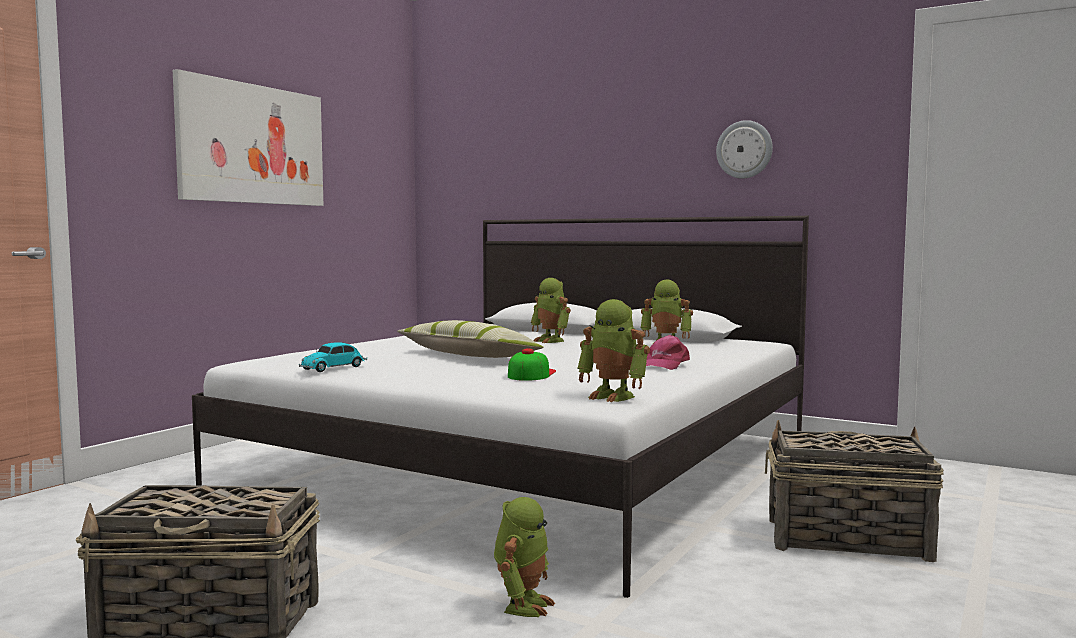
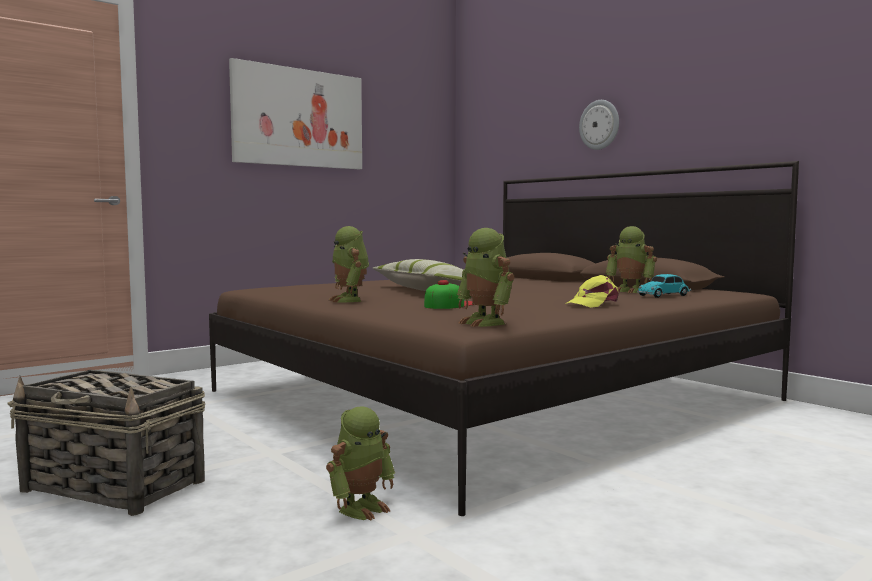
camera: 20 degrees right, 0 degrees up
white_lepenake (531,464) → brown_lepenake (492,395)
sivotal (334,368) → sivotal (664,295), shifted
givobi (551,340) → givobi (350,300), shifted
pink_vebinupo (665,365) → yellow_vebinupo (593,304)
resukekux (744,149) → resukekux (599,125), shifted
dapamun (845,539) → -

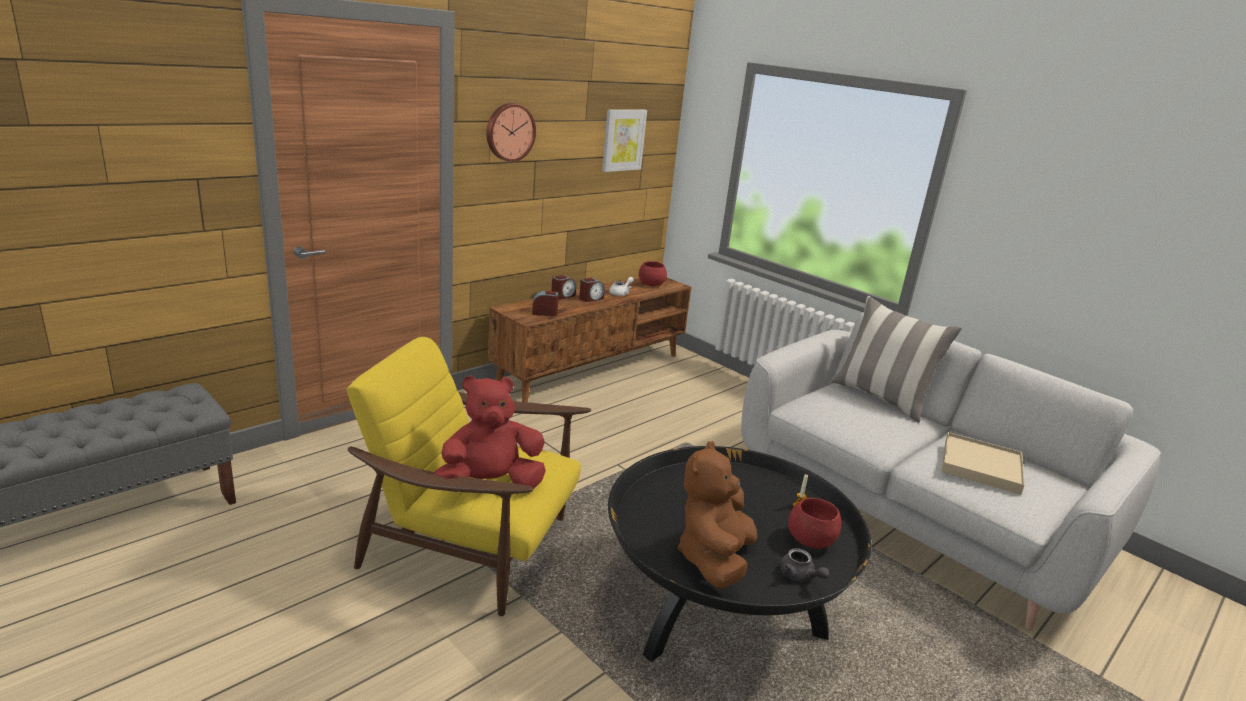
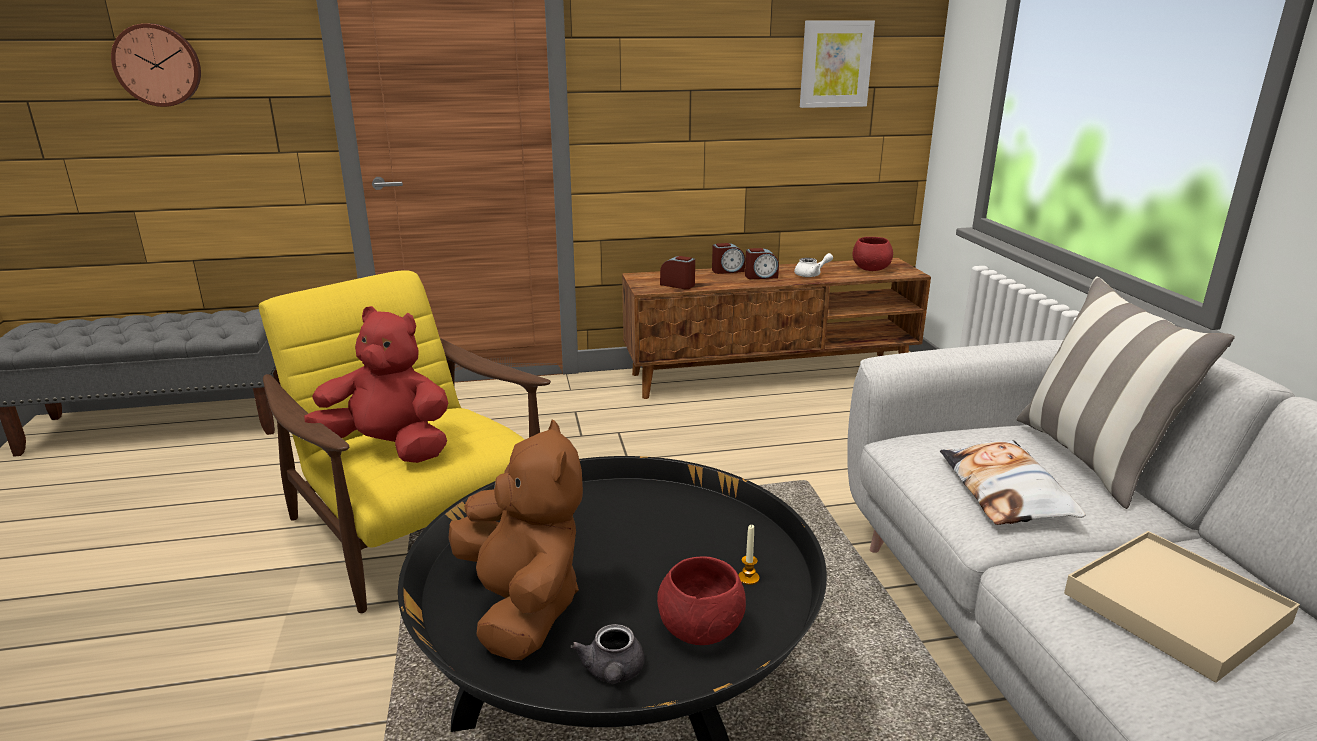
camera: 35 degrees right, 0 degrees up
resukekux (509,132) → resukekux (158,65), shifted
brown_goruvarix (714,559) → brown_goruvarix (522,607), 105 degrees clockwise
- → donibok (1005,492)

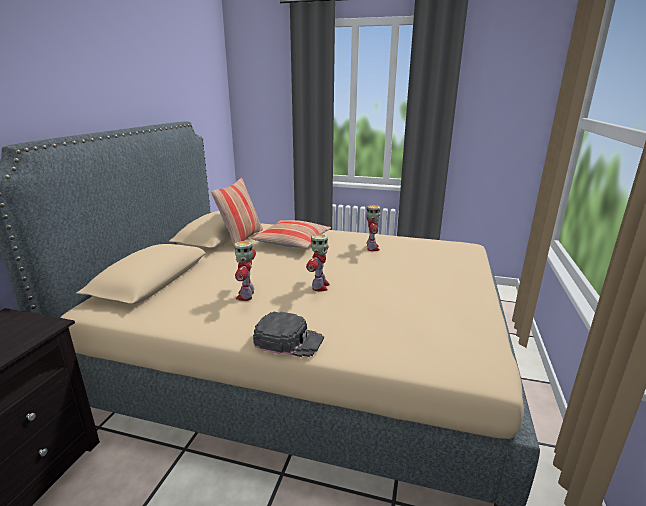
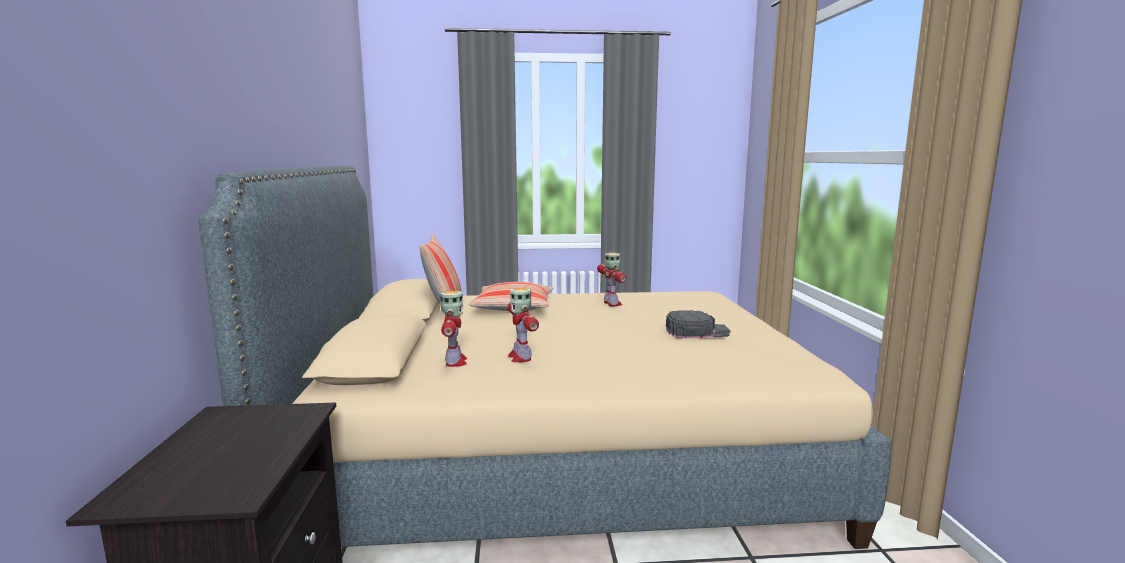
camera: 20 degrees left, 10 degrees down
black_vebinupo (289,340) → black_vebinupo (696,331), shifted
givobi (319,286) → givobi (455,362), shifted

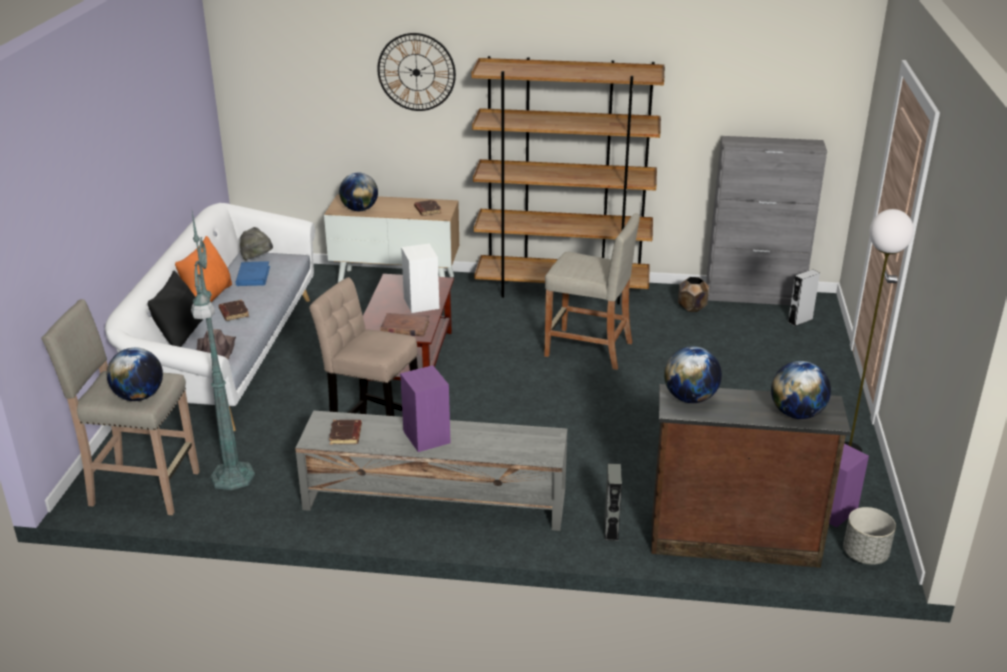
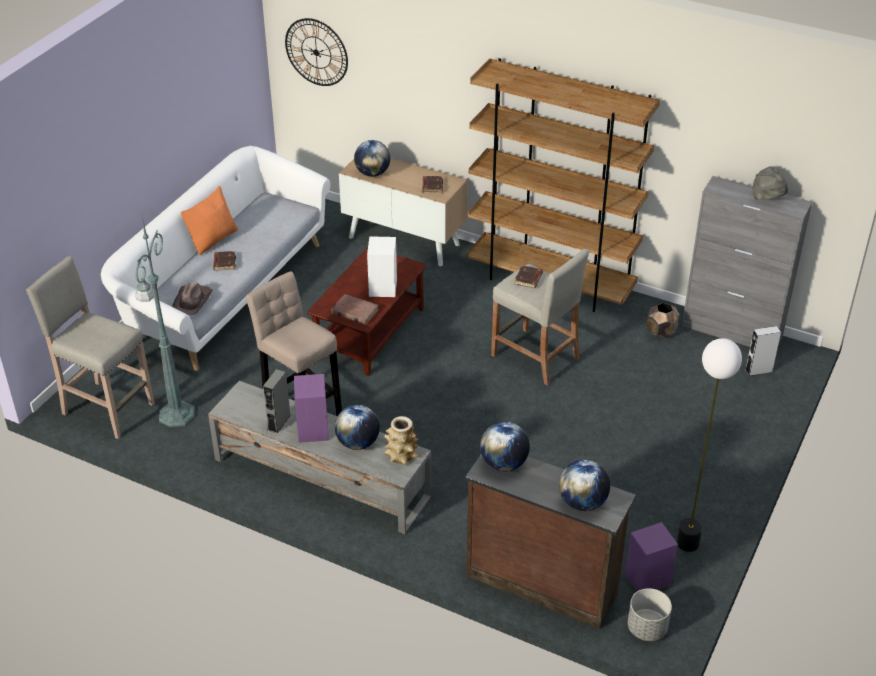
camera: 20 degrees right, 10 degrees up
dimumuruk (139,396) → dimumuruk (358,443), shifted
black_donibok (181,334) → -
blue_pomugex (253,276) → -
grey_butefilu (257,259) → grey_butefilu (767,199), shifted
brown_pomugex (346,435) → brown_pomugex (528,279), shifted
resukekux (416,72) → resukekux (316,52), shifted
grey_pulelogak (611,529) → grey_pulelogak (279,422), shifted
- → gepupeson (401,455)

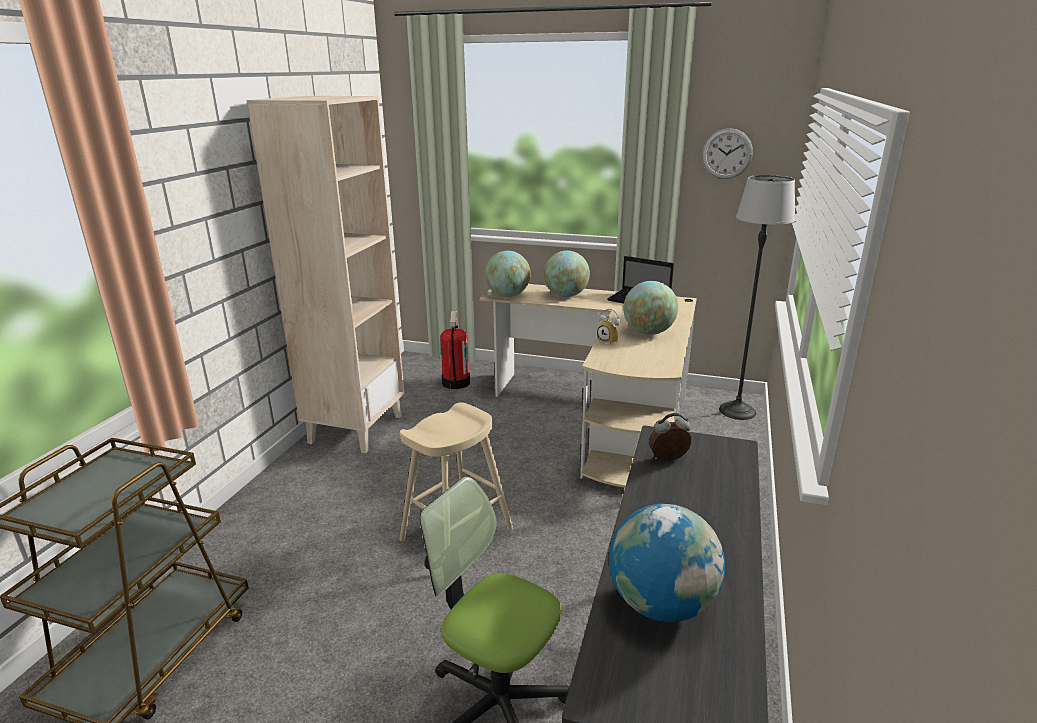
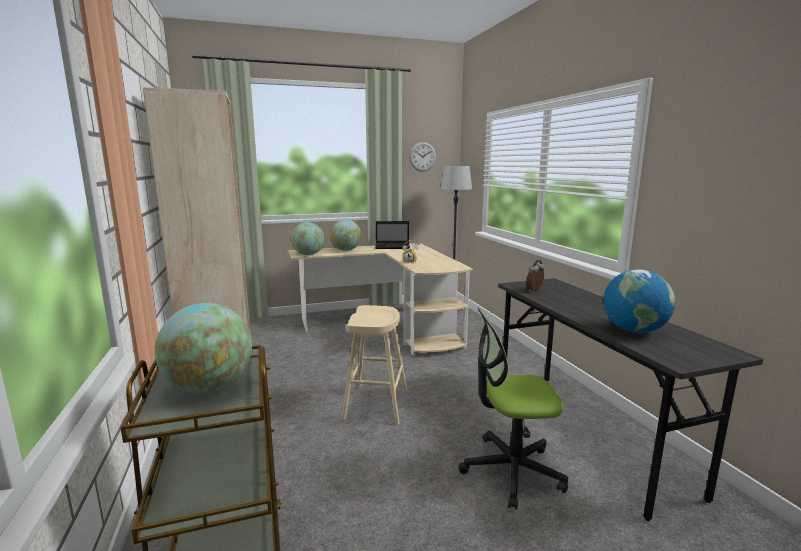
camera: 35 degrees left, 10 degrees down
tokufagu (455,382) → -
dimumuruk (648,332) → dimumuruk (209,387), shifted

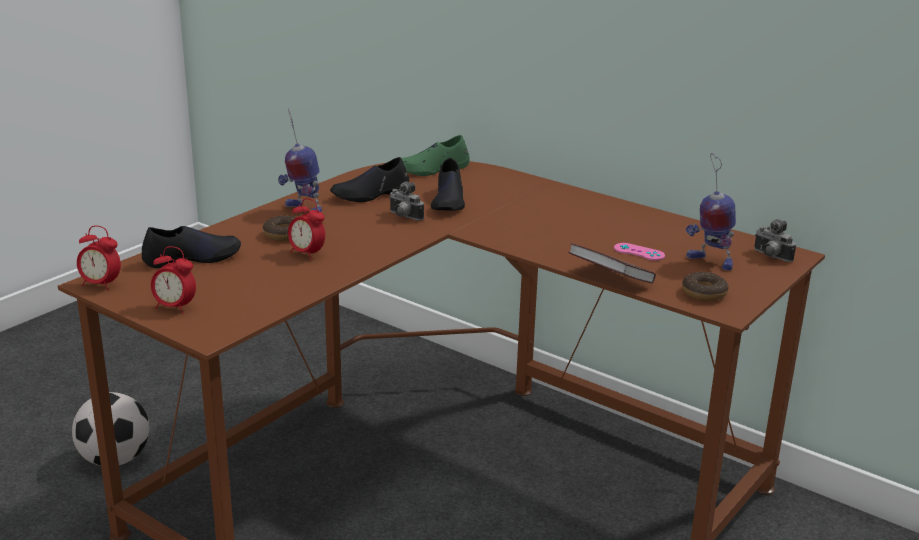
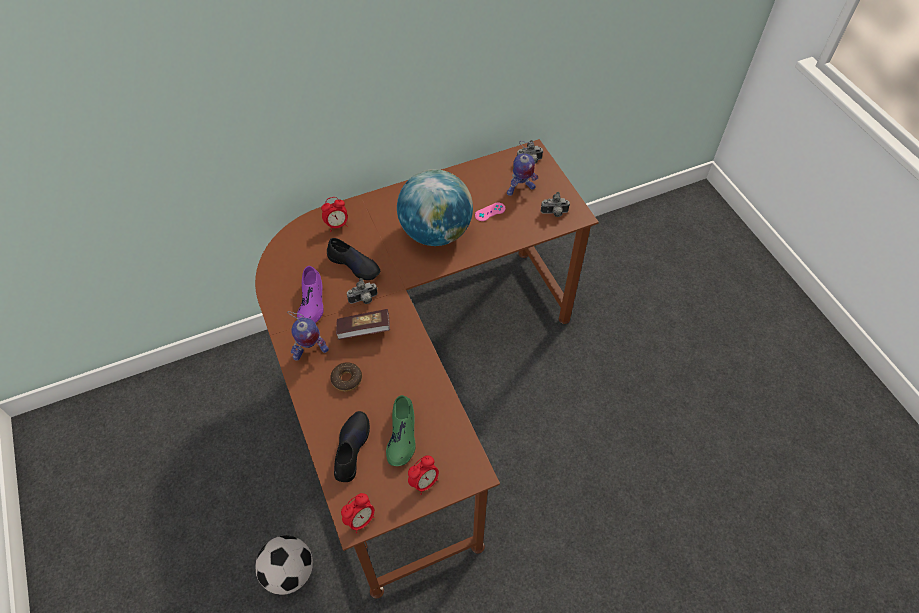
camera: 60 degrees left, 30 degrees up
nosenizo (307,254) → nosenizo (337,225), shifted
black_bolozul (370,194) → purple_bolozul (311,302)
green_bolozul (432,169) → green_bolozul (402,435), shifted
pomugex (610,279) → pomugex (364,330), shifted
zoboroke (704,293) → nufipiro (554,213)
- → dimumuruk (436,232)

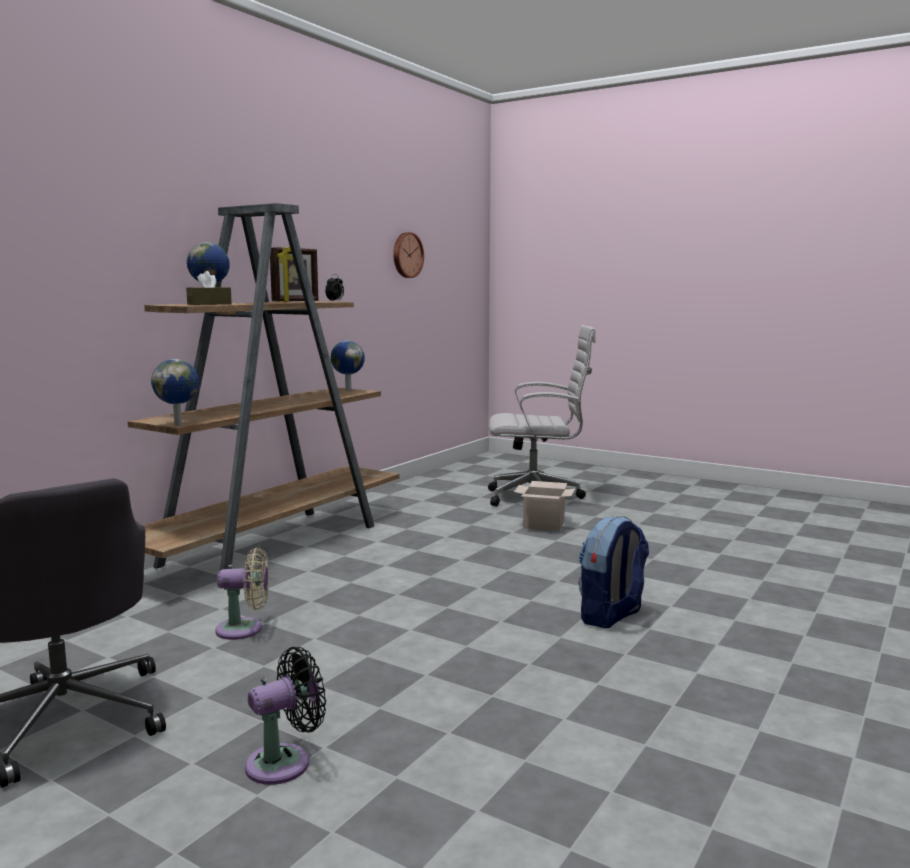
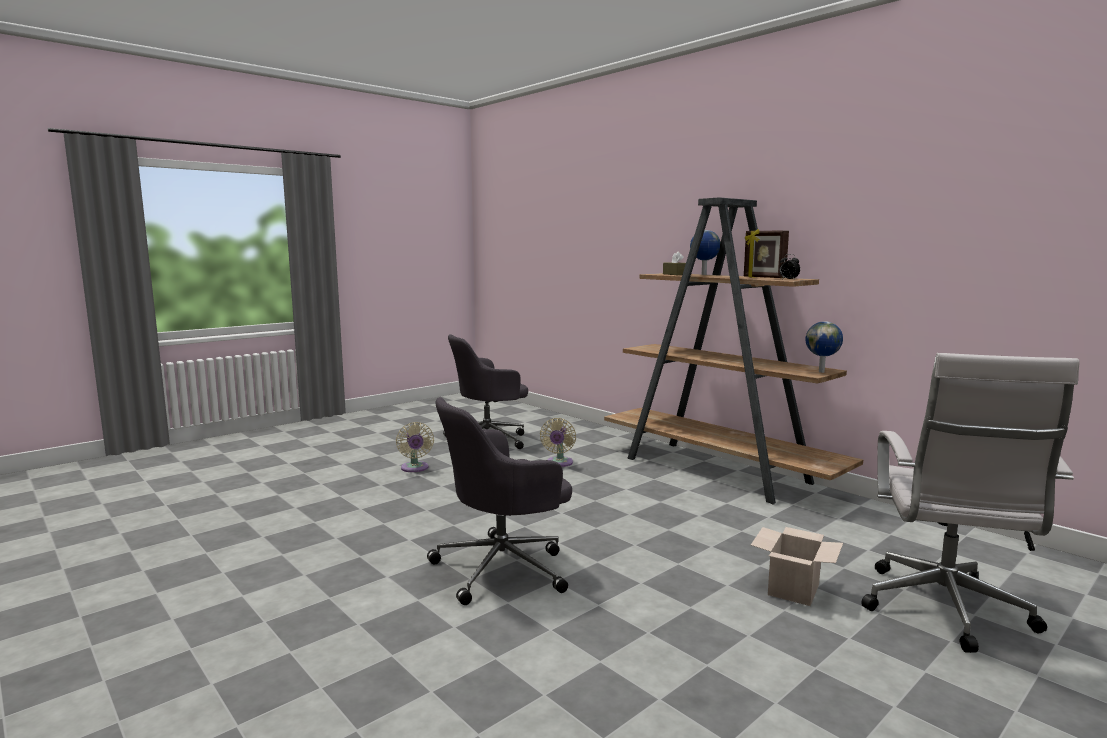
camera: 105 degrees right, 0 degrees up
dimumuruk (179,424) → -
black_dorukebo (285,762) → beige_dorukebo (415,468)
resukekux (406,255) → -
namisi (611,616) → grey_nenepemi (504,568)

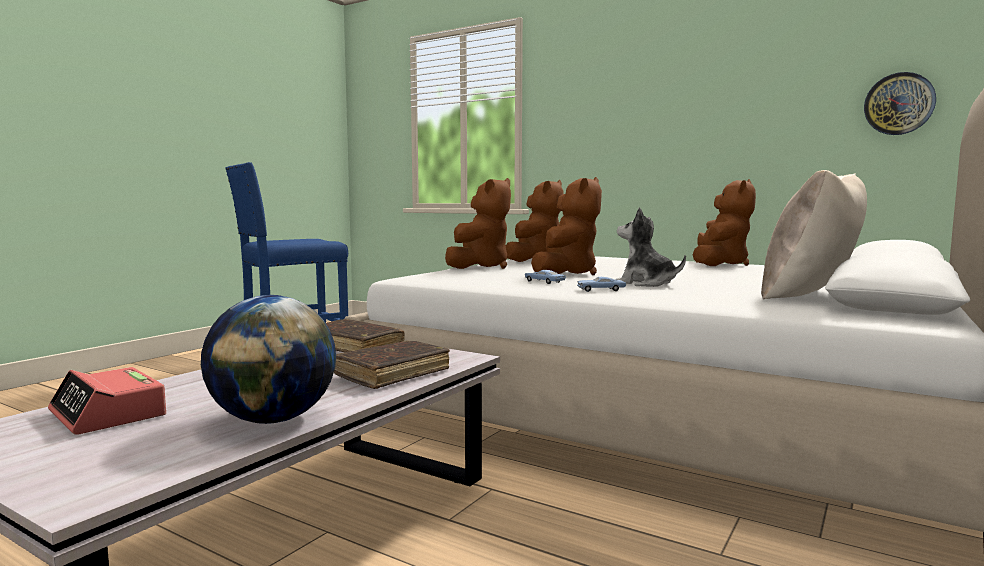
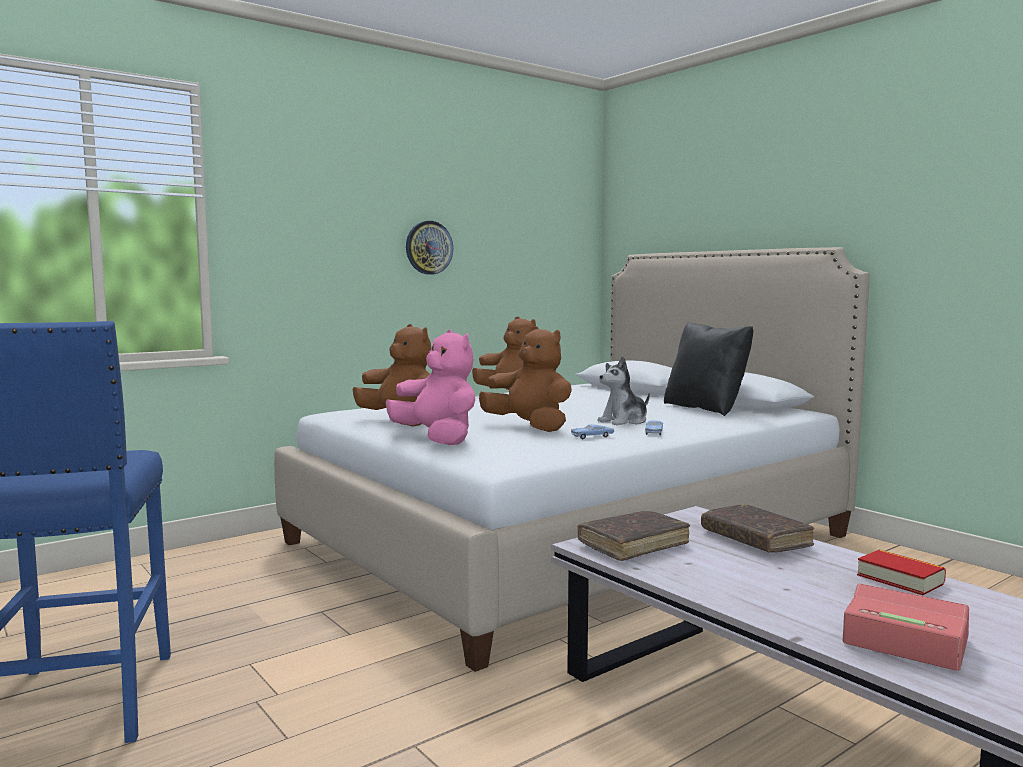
camera: 70 degrees left, 0 degrees up
nosenizo (108,414) → nosenizo (904,641), 120 degrees counterclockwise
dimumuruk (273,419) → pomugex (900,579)
brown_goruvarix (480,267) → pink_goruvarix (437,439)
beige_donibok (811,295) → black_donibok (706,408)
resukekux (899,104) → resukekux (428,247), shifted

